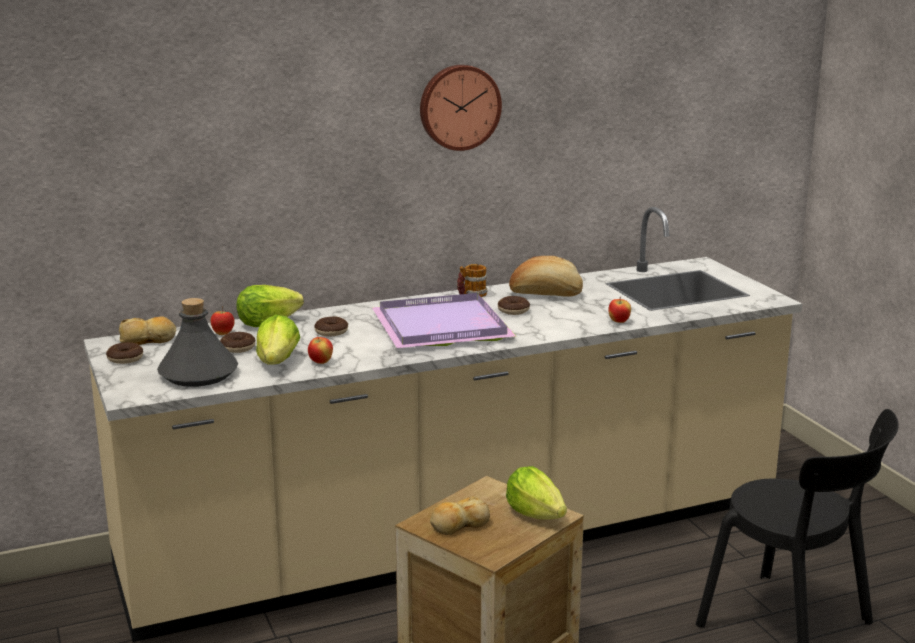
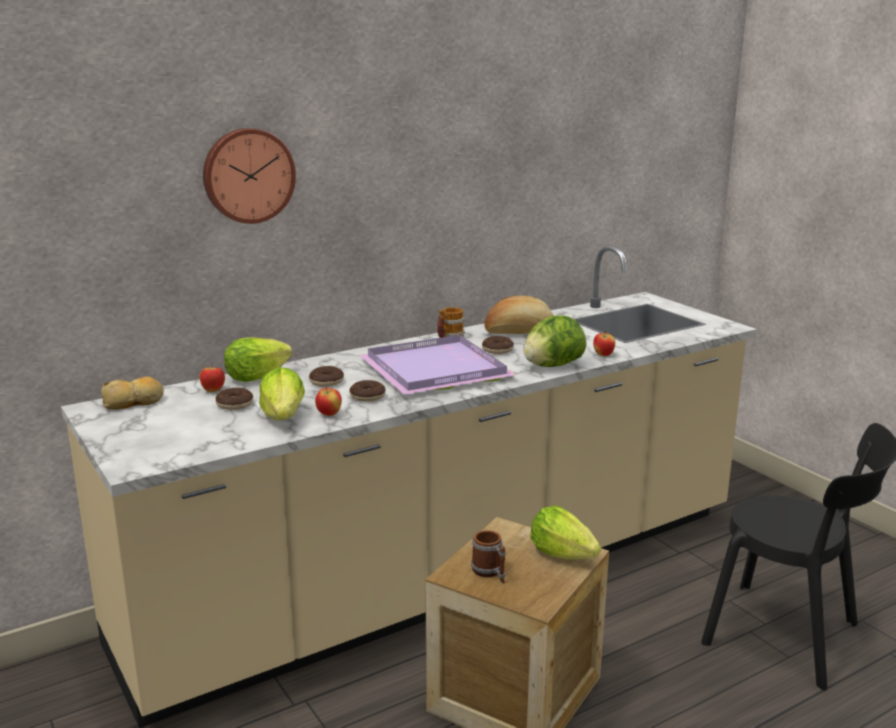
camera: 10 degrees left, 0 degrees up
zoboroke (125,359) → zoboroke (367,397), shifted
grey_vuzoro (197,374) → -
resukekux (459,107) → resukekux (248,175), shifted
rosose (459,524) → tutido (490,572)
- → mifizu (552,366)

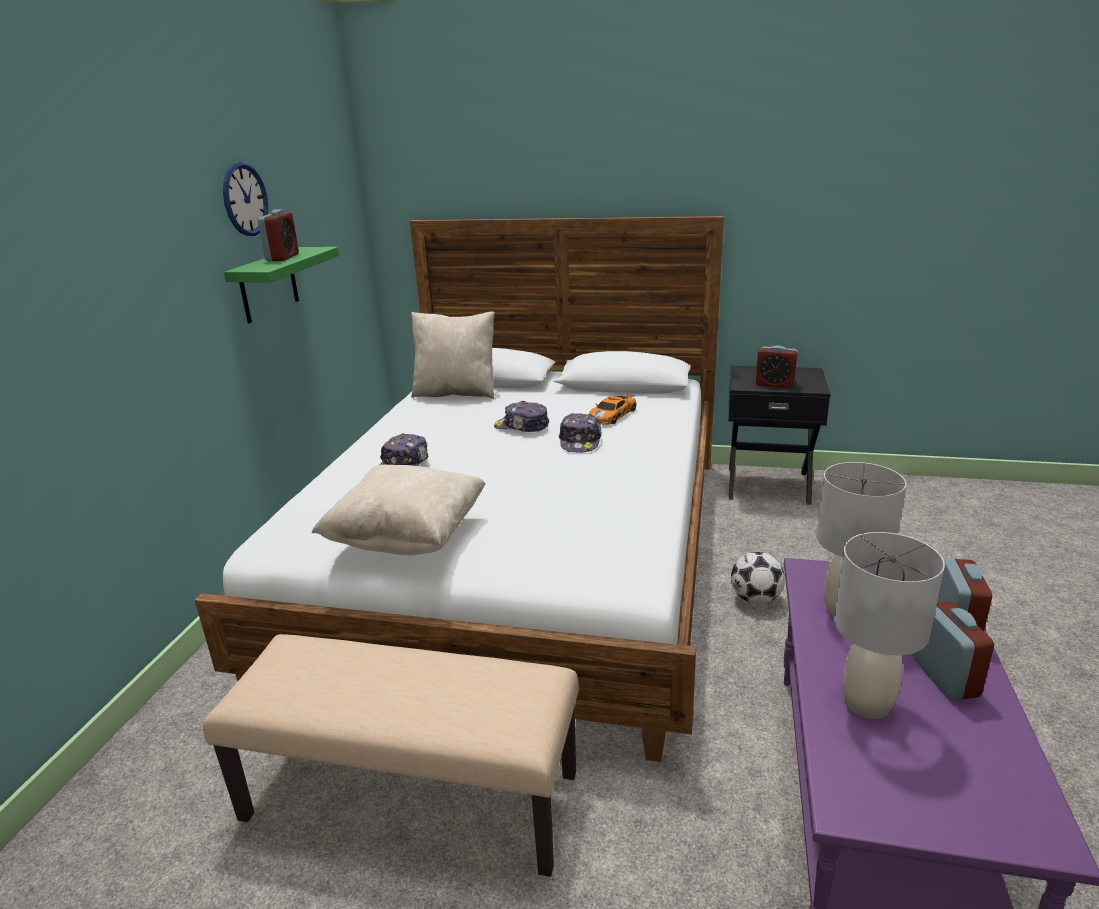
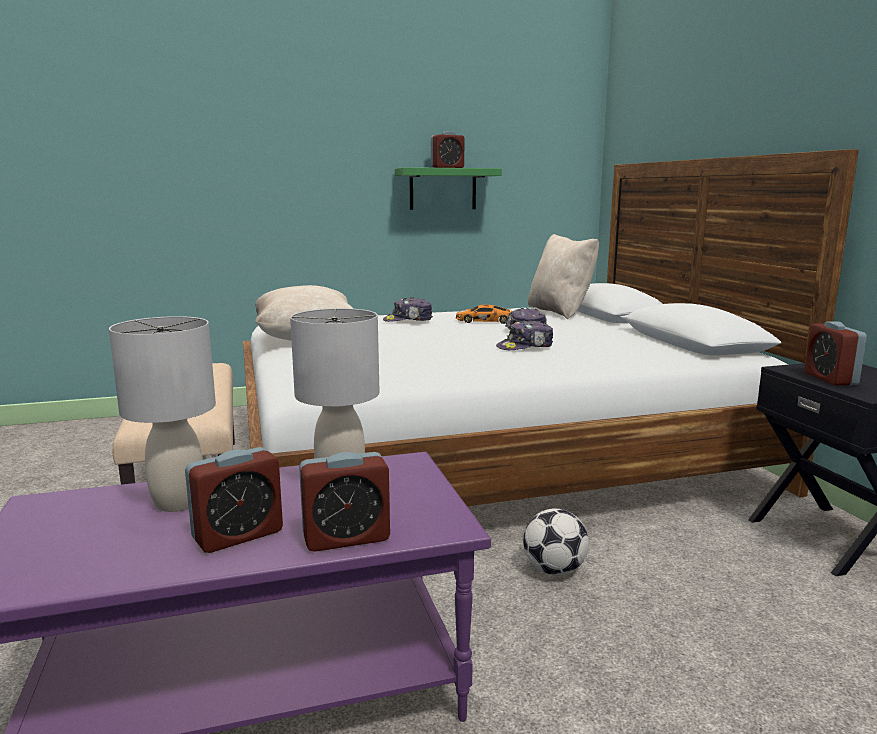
camera: 60 degrees right, 10 degrees down
resukekux (245,199) → -
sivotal (613,415) → sivotal (486,321), shifted

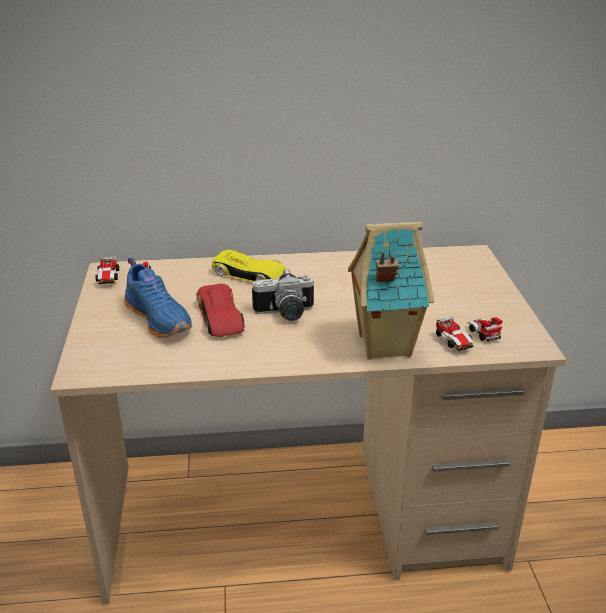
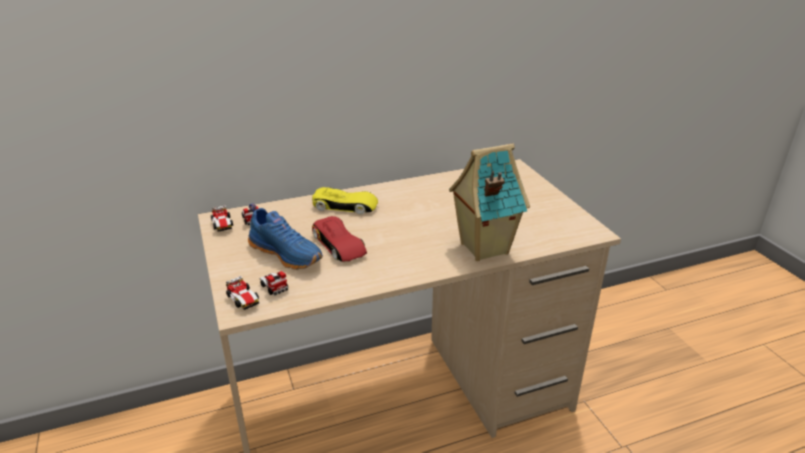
camera: 15 degrees left, 0 degrees up
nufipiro (285,314) → -
sivotal (468,339) → sivotal (259,295), shifted

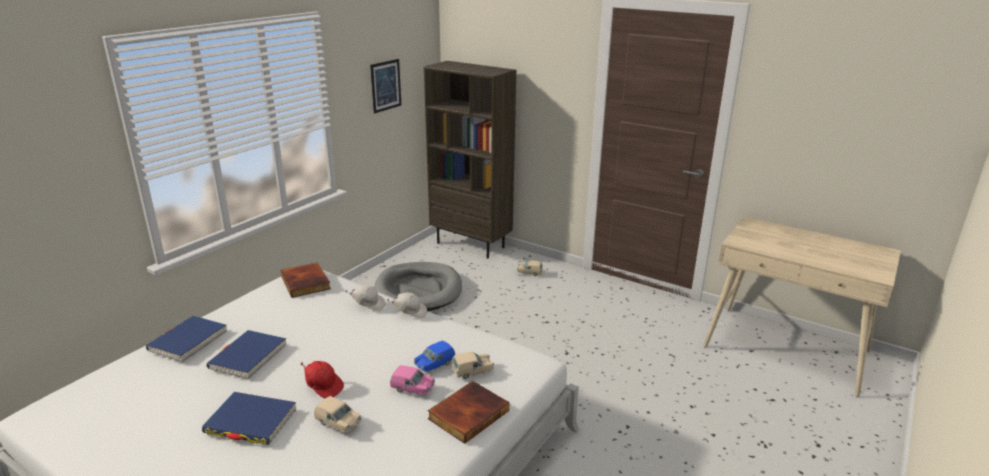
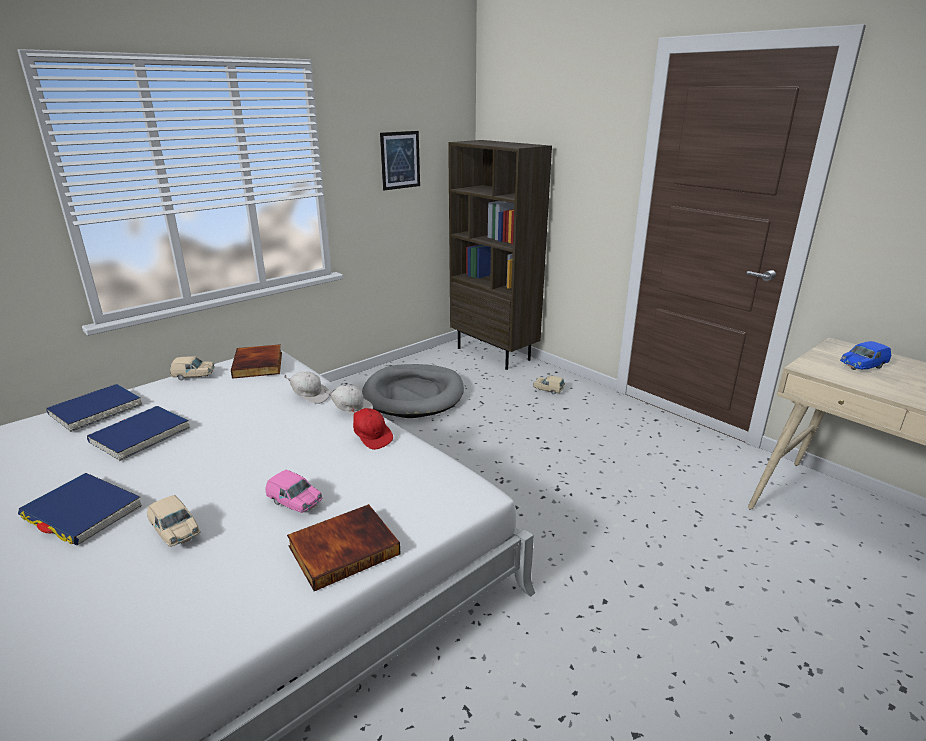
camera: 15 degrees right, 0 degrees up
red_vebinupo (323,387) → red_vebinupo (372,437), shifted
blue_sivotal (434,364) → blue_sivotal (862,367), shifted
beige_sivotal (472,371) → beige_sivotal (194,376), shifted

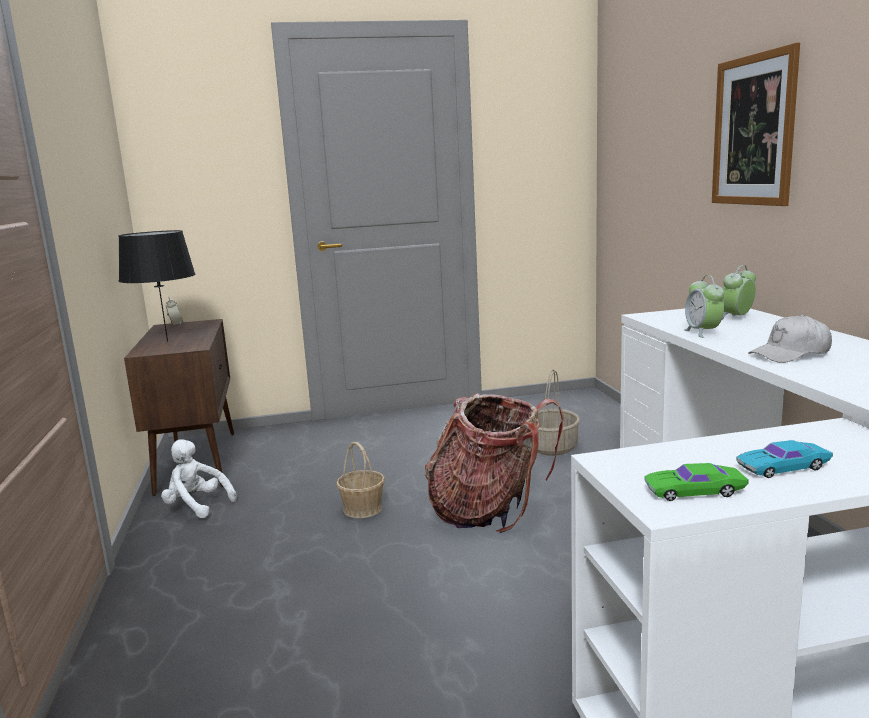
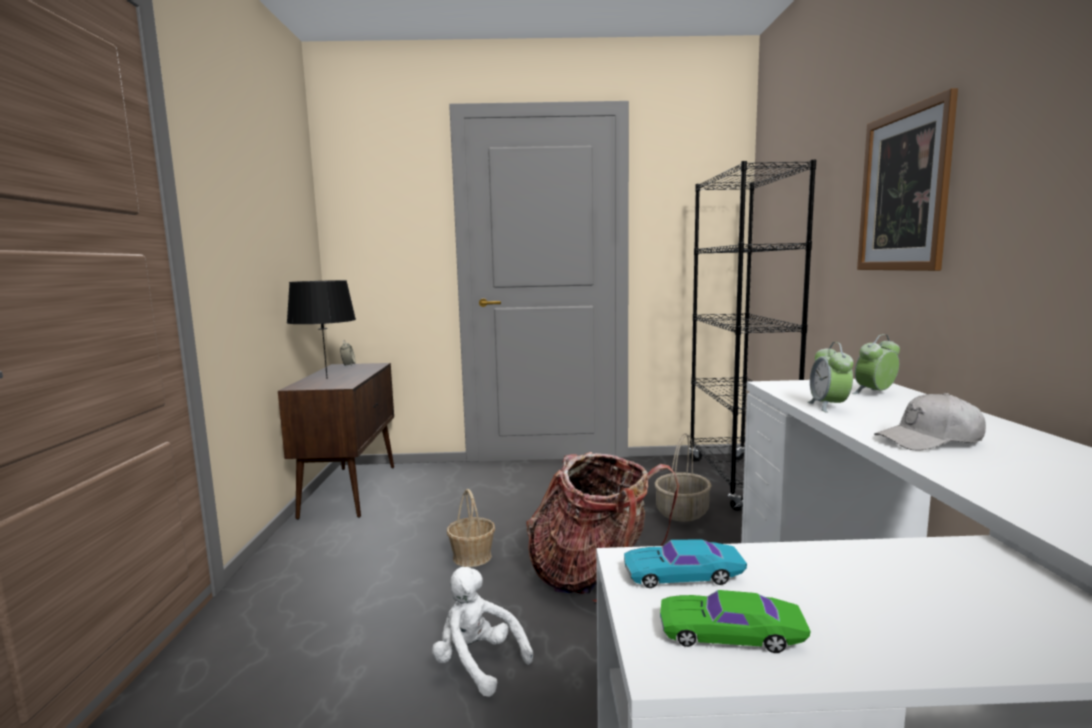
camera: 10 degrees right, 5 degrees down
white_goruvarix (197,506) → white_goruvarix (477,664), shifted
turquoise_sivotal (783,467) → turquoise_sivotal (683,574), shifted
- → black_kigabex (738,482)

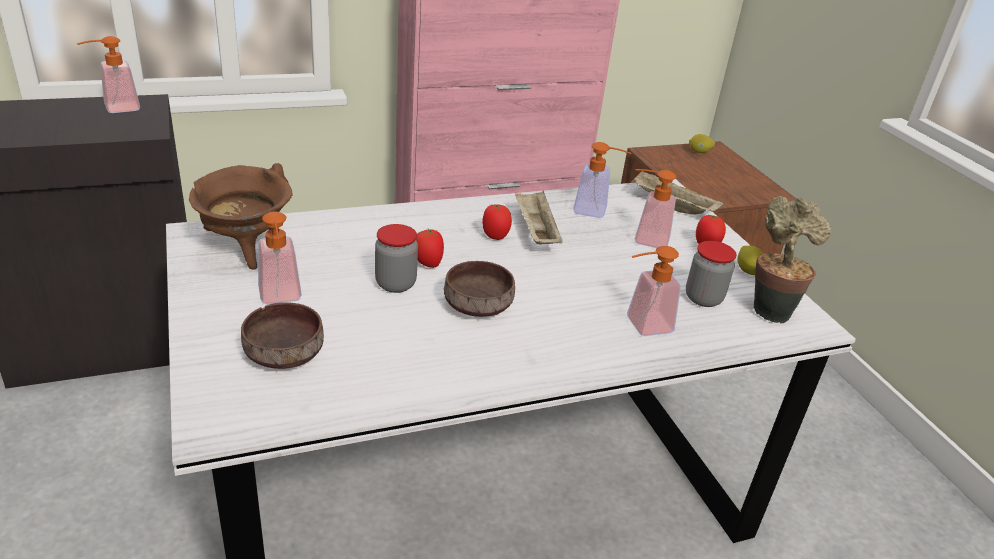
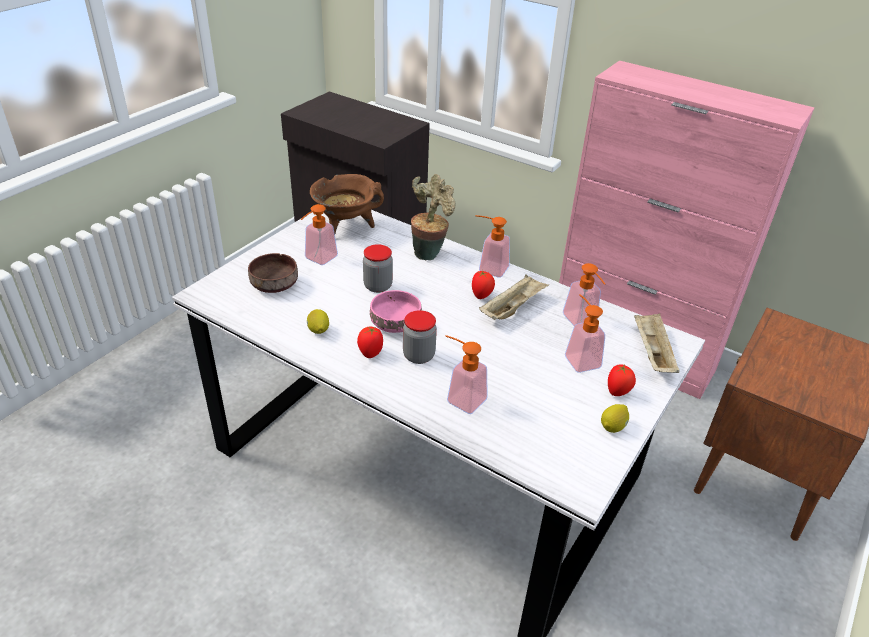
camera: 55 degrees right, 5 degrees up
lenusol (115,108) → lenusol (488,268), shifted
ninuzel (427,263) → ninuzel (370,353), shifted
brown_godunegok (476,304) → pink_godunegok (395,322)
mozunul (703,298) → mozunul (418,356), shifted
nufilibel (699,152) → nufilibel (318,330), shifted
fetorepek (769,308) → fetorepek (429,252), shifted

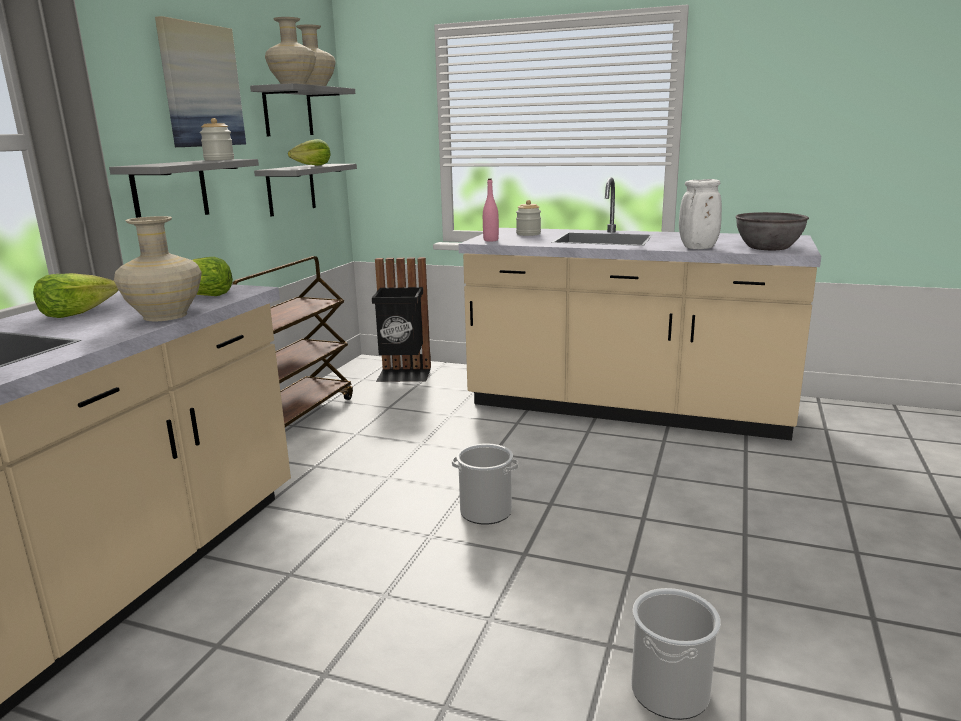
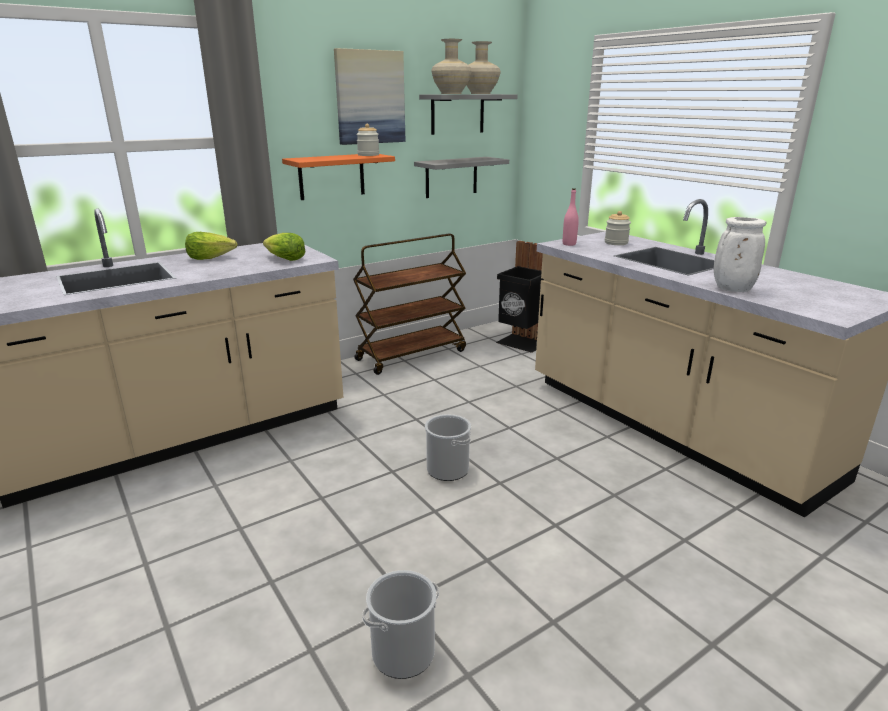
camera: 35 degrees right, 5 degrees up
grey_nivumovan (170,191) → orange_nivumovan (331,176)
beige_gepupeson (166,315) → -
mifizu (312,166) → -
grey_godunegok (768,247) → -

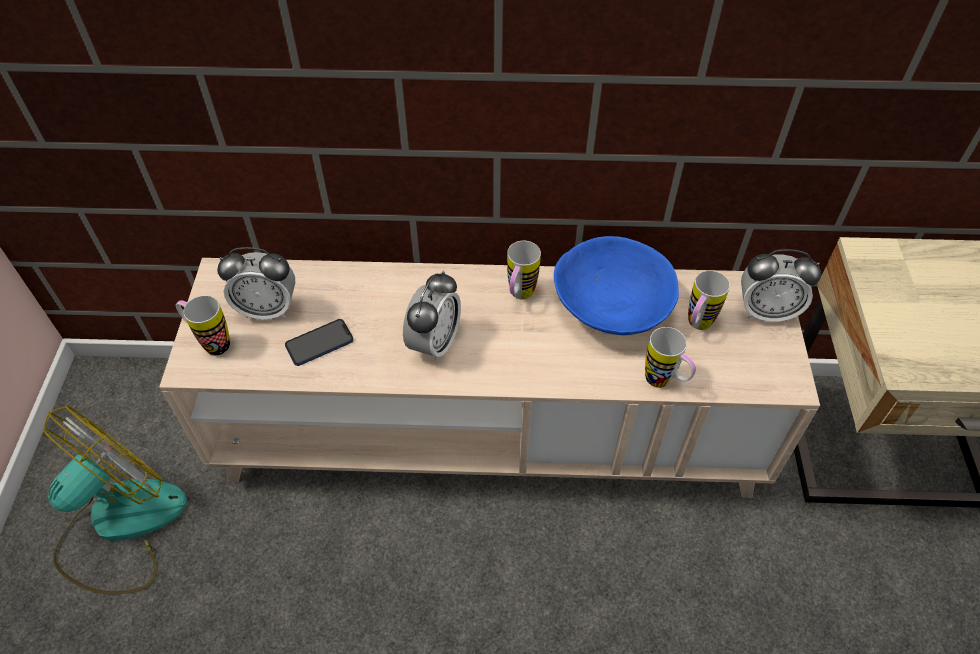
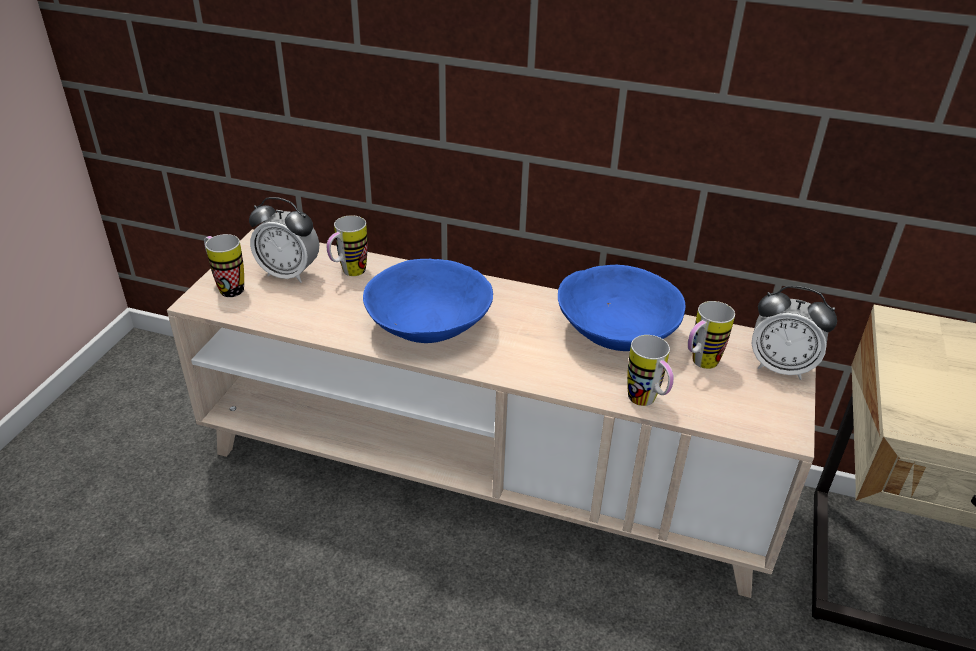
camera: 15 degrees right, 15 degrees down
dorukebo (120,525) → -
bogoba (319,343) → -
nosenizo (434,343) → blue_godunegok (428,326)
tutido (519,296) → tutido (348,273), shifted

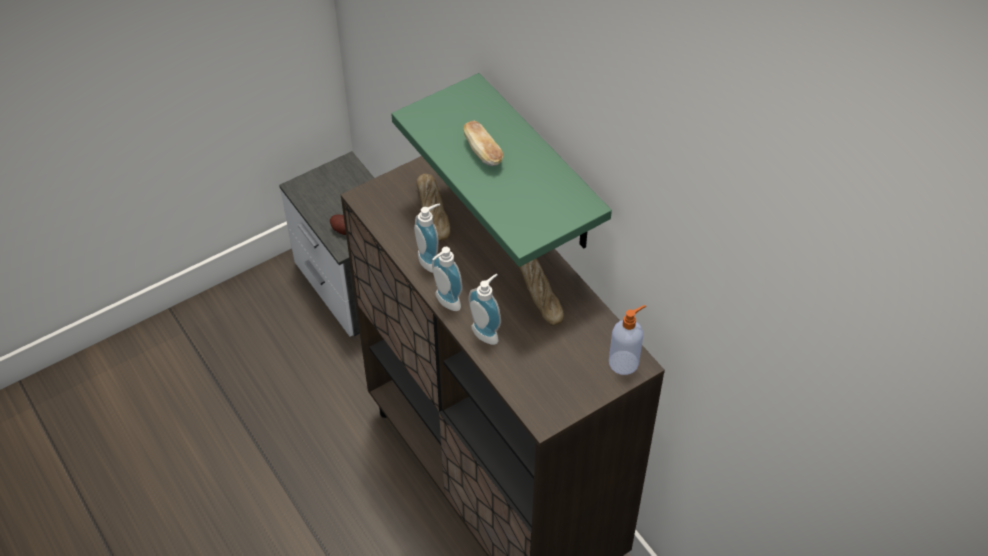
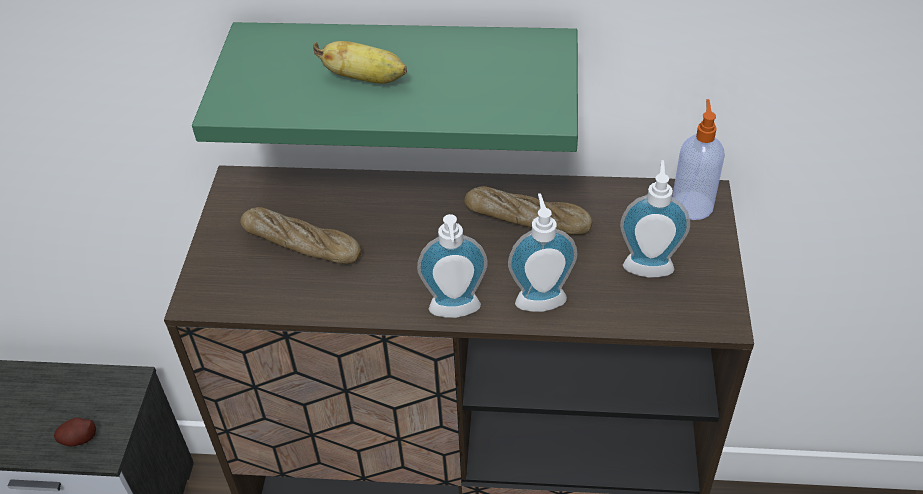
camera: 50 degrees left, 5 degrees down
lenusol (431,260) → lenusol (648,264), shifted
rosose (483,152) → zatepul (366,79)

